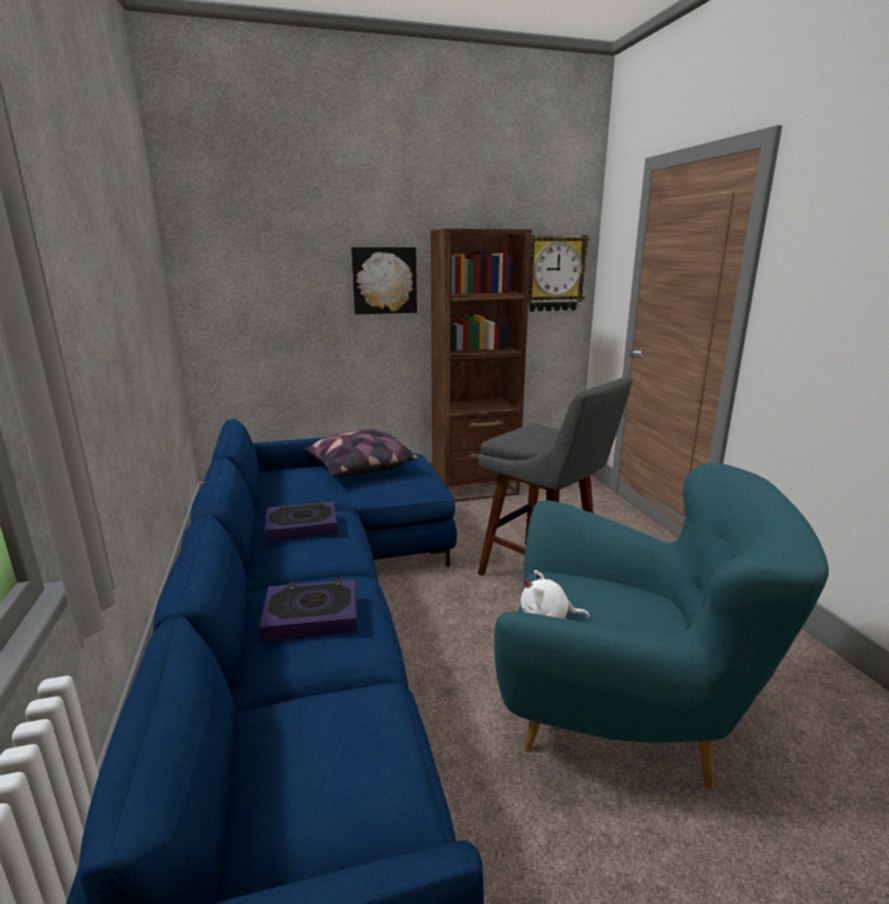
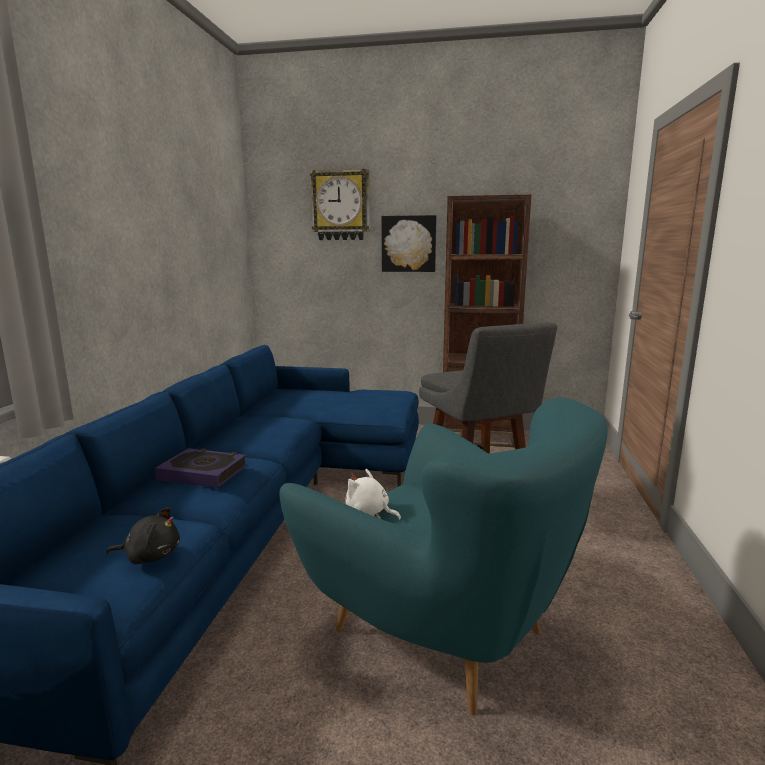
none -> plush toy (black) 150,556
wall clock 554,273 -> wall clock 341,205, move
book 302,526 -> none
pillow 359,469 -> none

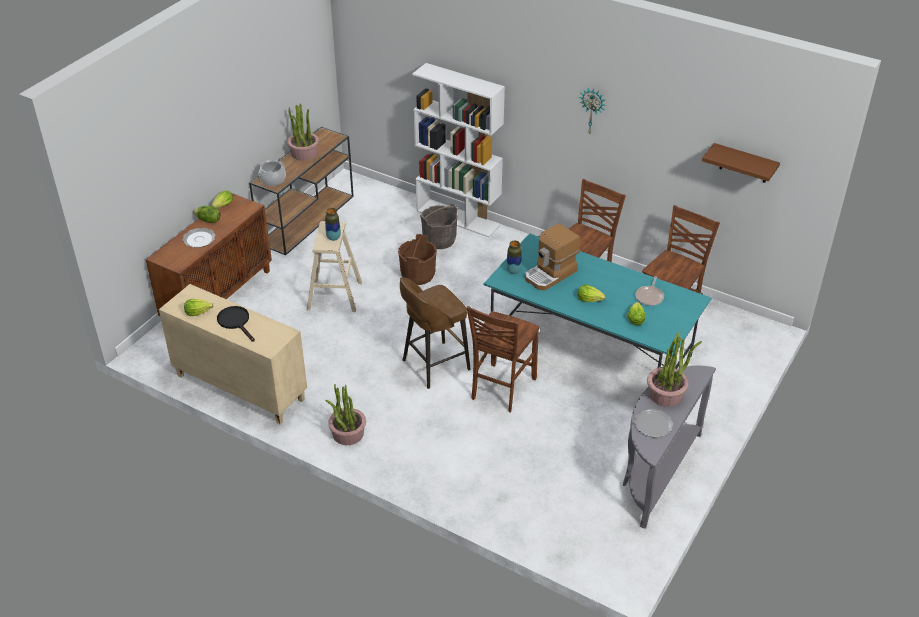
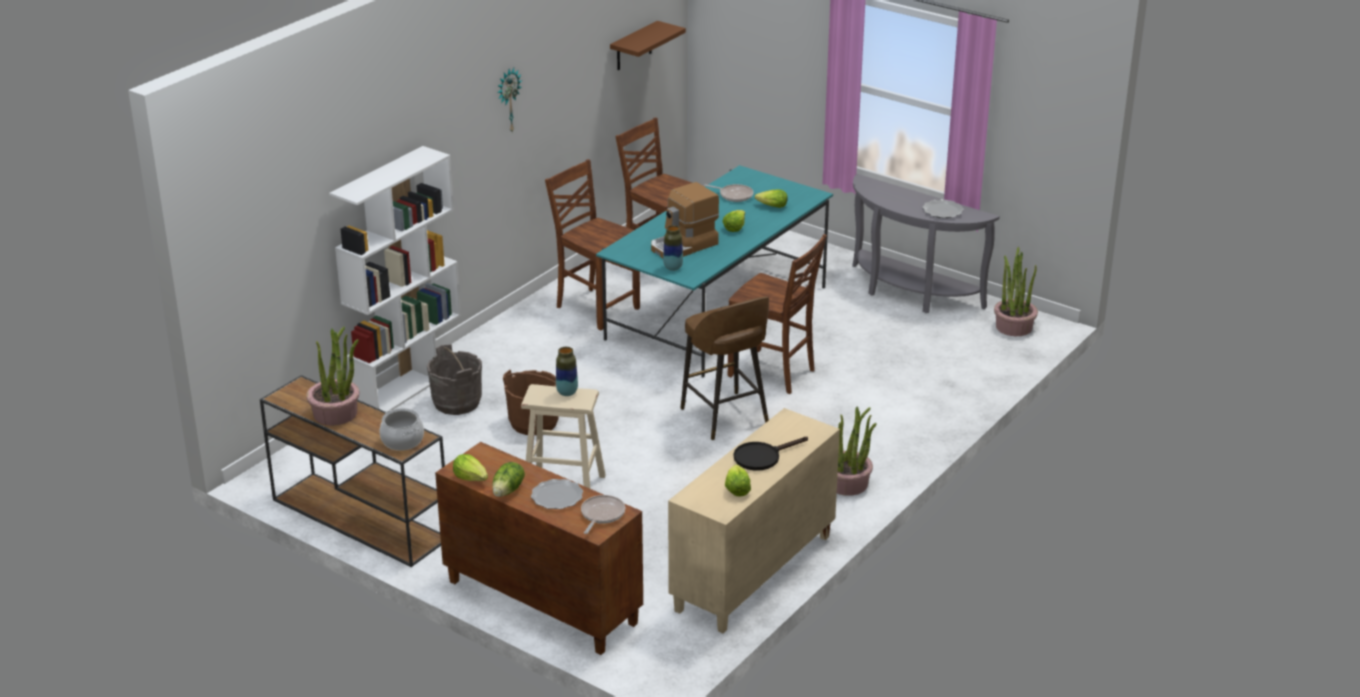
none -> frying pan 601,515
coffee machine 550,274 -> coffee machine 684,246, 90 degrees clockwise
potted plant 666,394 -> potted plant 1013,327, move

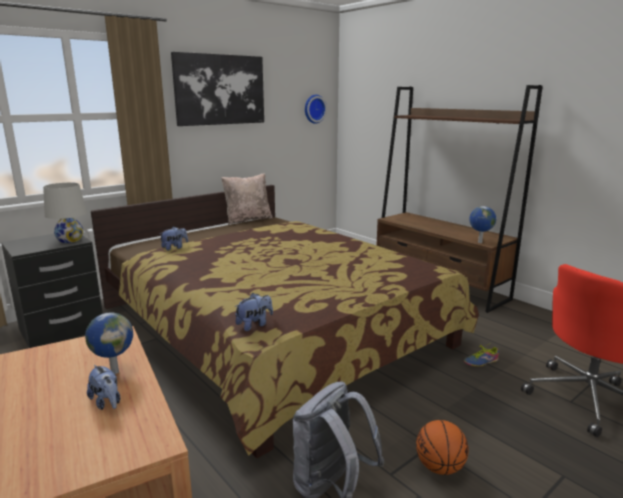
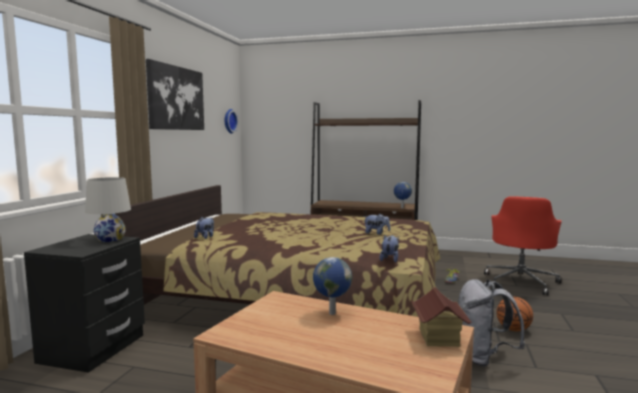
plush toy 107,402 -> plush toy 376,233, move
none -> toy house 438,337
pillow (beige) 247,219 -> none

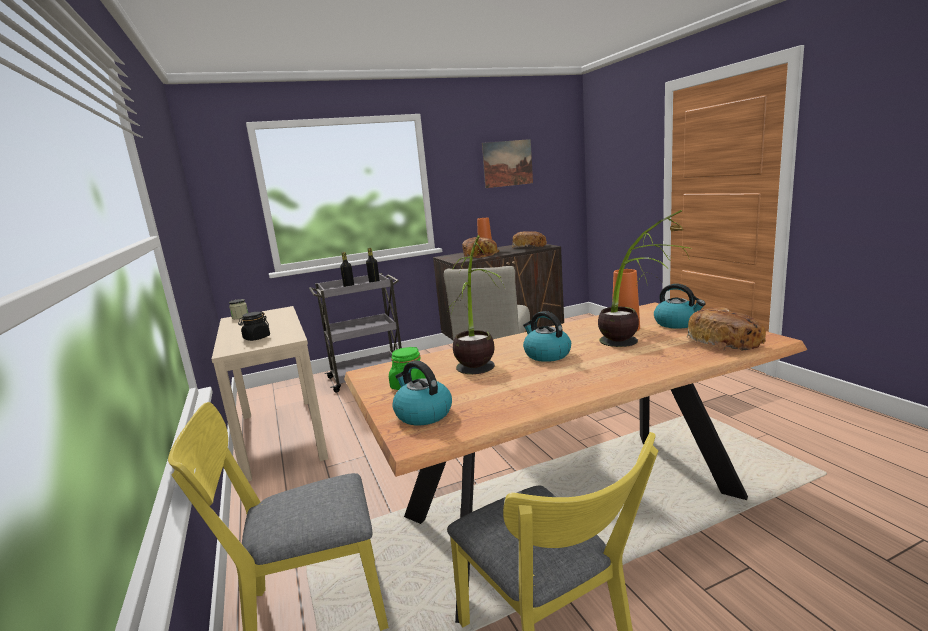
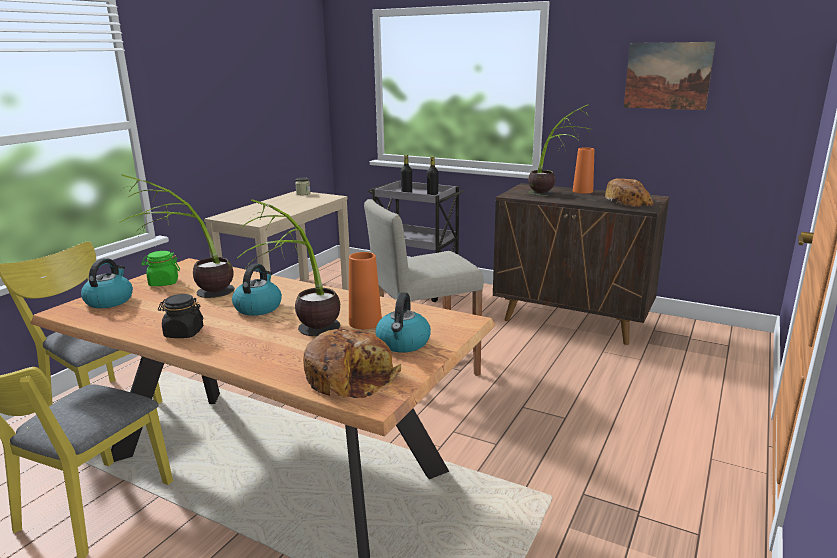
jar (black) 256,338 -> jar (black) 183,333, move
bread 481,255 -> potted plant 552,195

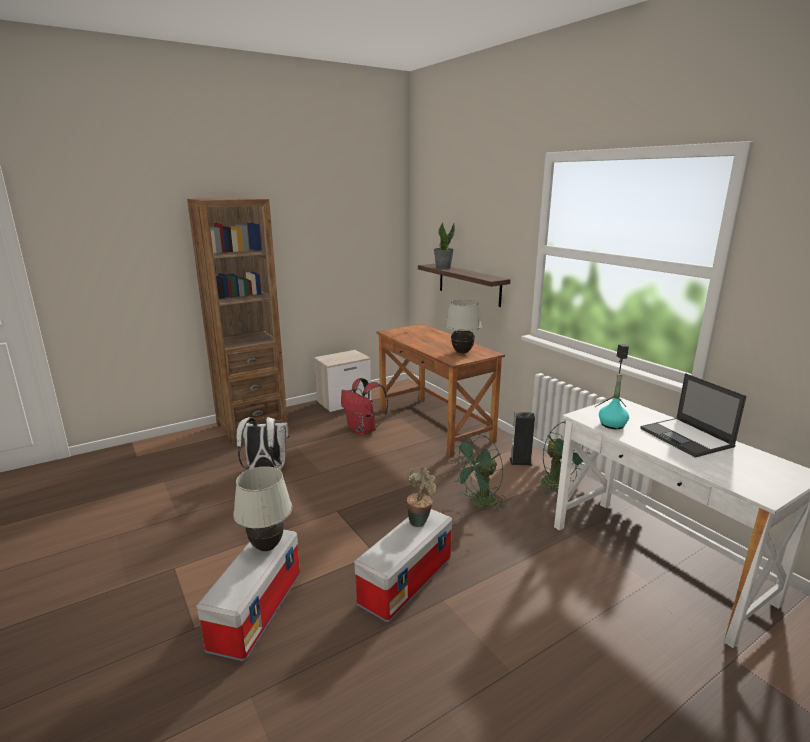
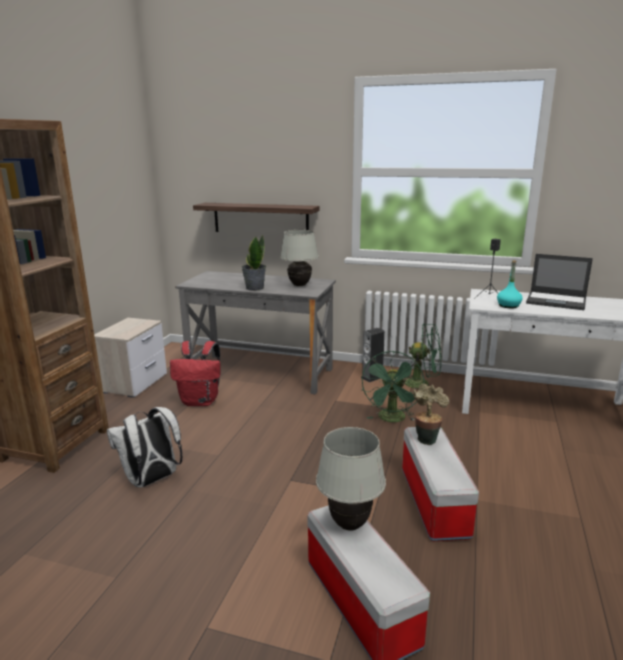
desk (brown) 434,425 -> desk (grey) 261,373
potted plant 443,268 -> potted plant 254,288, move

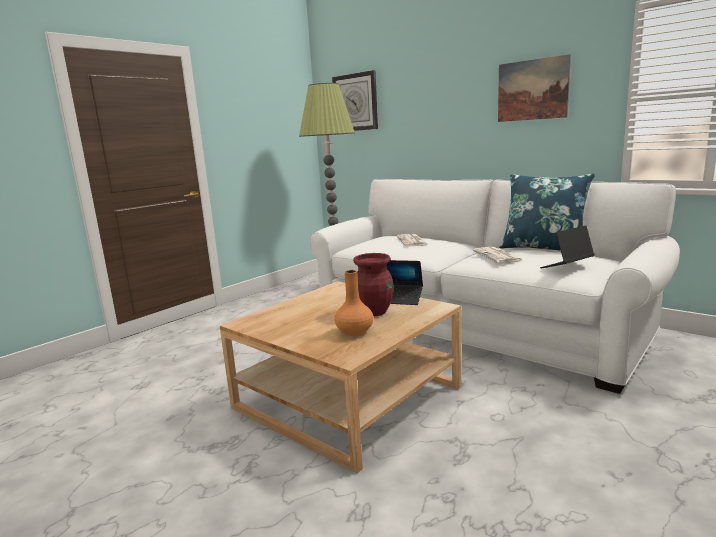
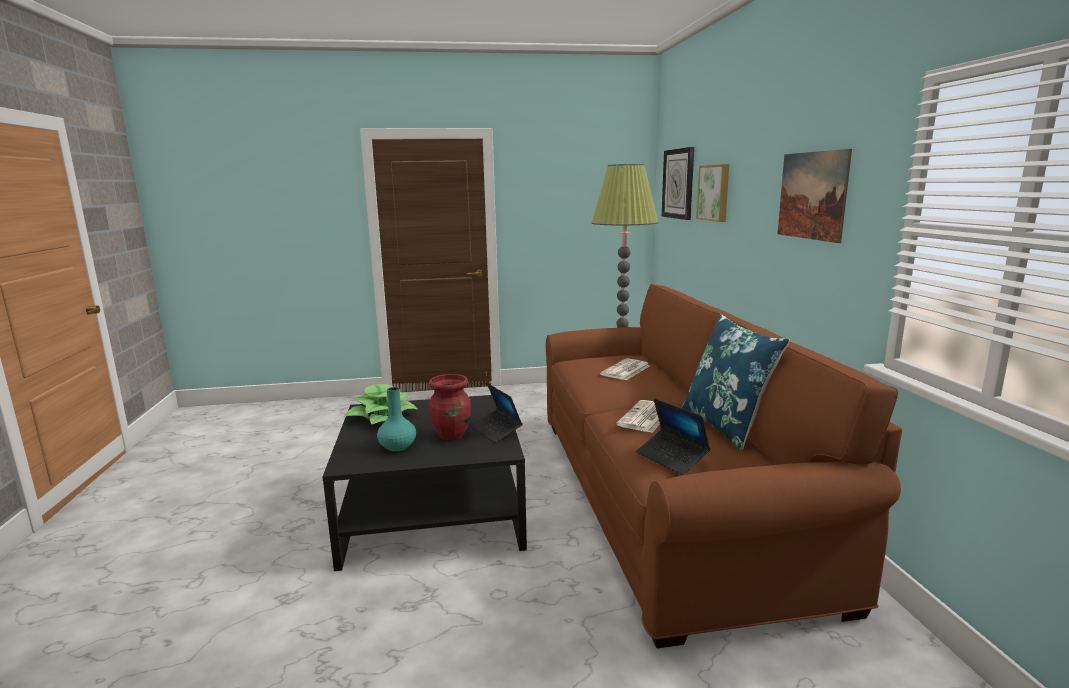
coffee table (beige) 348,397 -> coffee table (black) 433,510
none -> potted plant 382,416
vase (orange) 354,332 -> vase (turquoise) 397,447
sofa (white) 473,326 -> sofa (brown) 663,497
laptop 566,267 -> laptop 672,458, 135 degrees counterclockwise
none -> picture 715,192

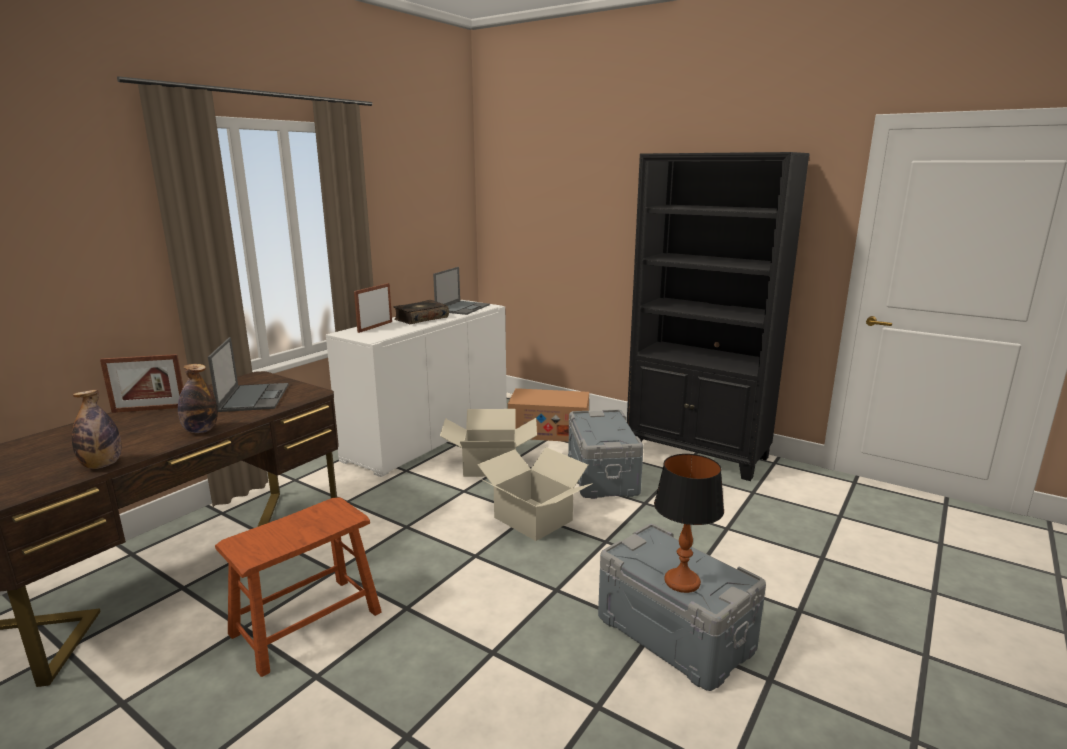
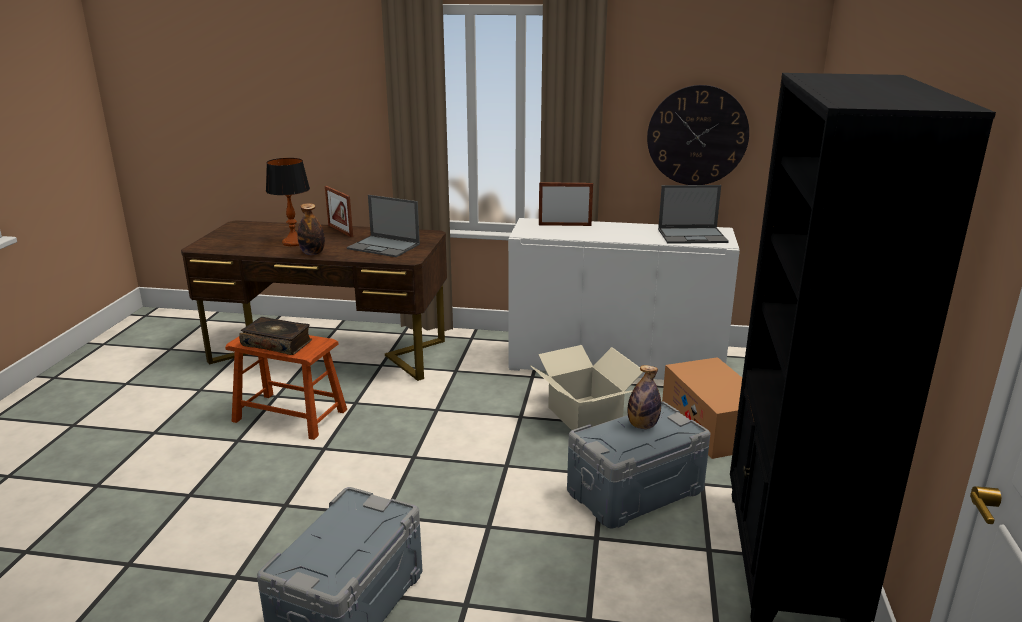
book 421,319 -> book 277,343, move
table lamp 682,582 -> table lamp 293,242, move
laptop 254,397 -> laptop 384,247, 60 degrees clockwise
bottle 102,465 -> bottle 642,425, move
none -> wall clock 697,135
cardboard box 533,518 -> none

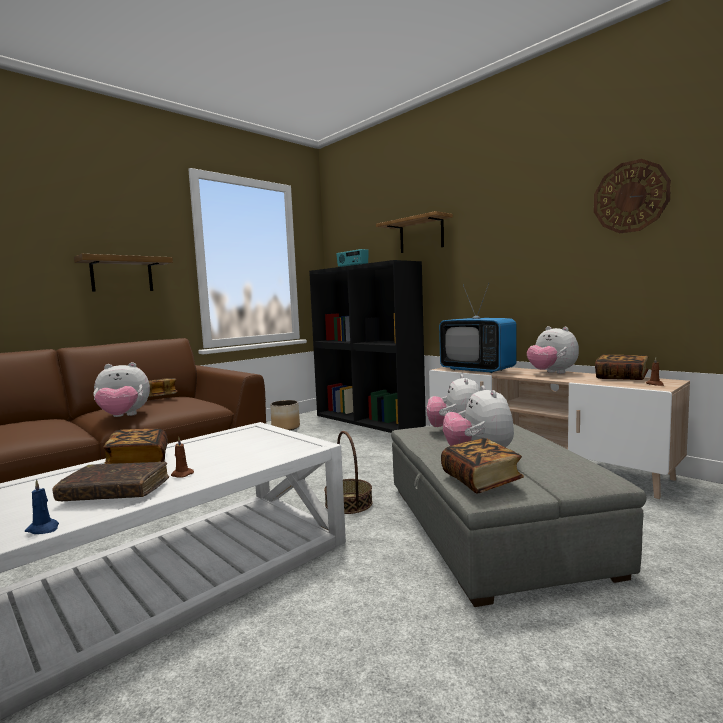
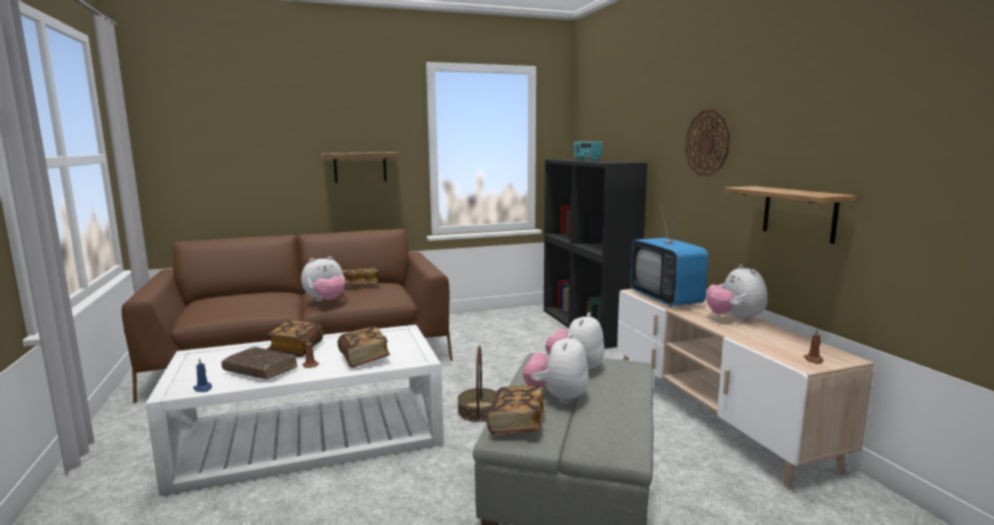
plush toy 123,417 -> plush toy 326,301, 45 degrees counterclockwise
book 621,377 -> book 364,358, move
wall clock 630,197 -> wall clock 707,143, move
shelf 421,235 -> shelf 799,213, move
planter 286,427 -> none

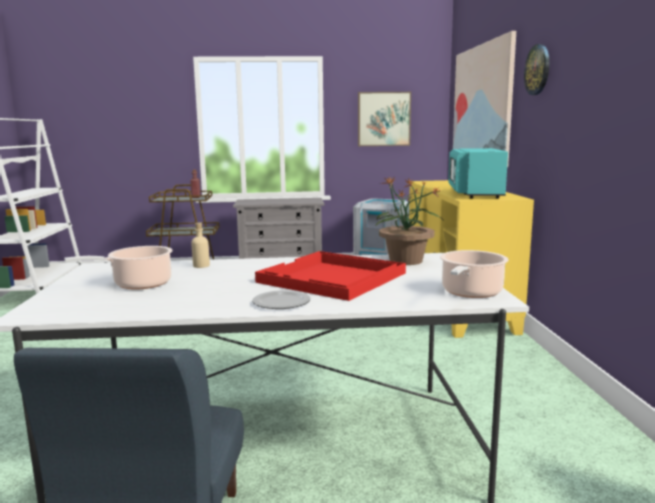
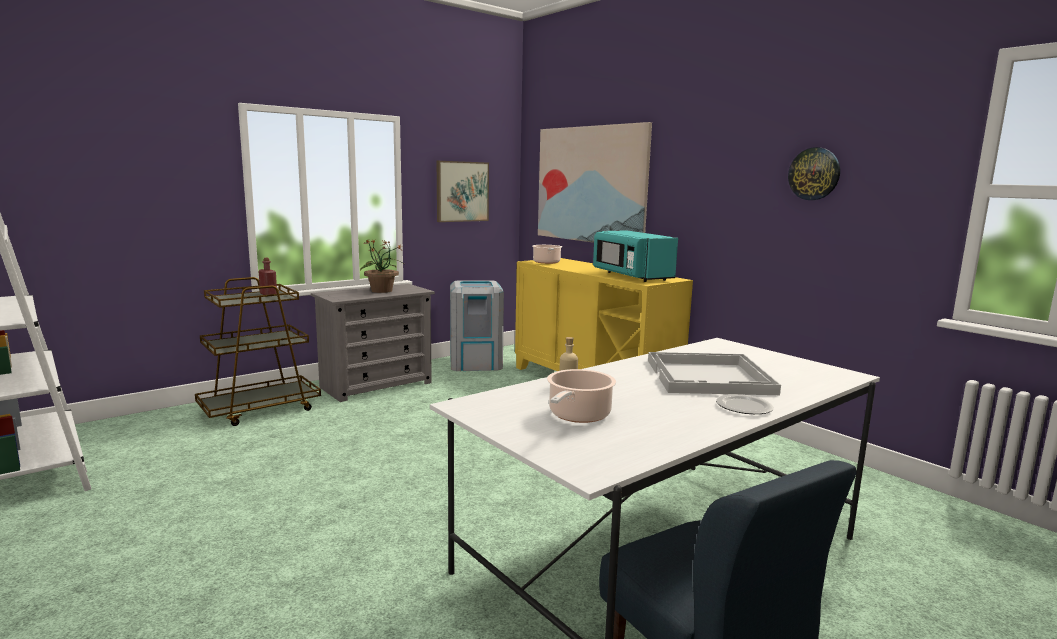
potted plant 406,261 -> potted plant 382,291, move
cooking pot 470,293 -> cooking pot 547,262, move
tray (red) 332,278 -> tray (white) 710,377
wall clock 537,69 -> wall clock 814,174, move

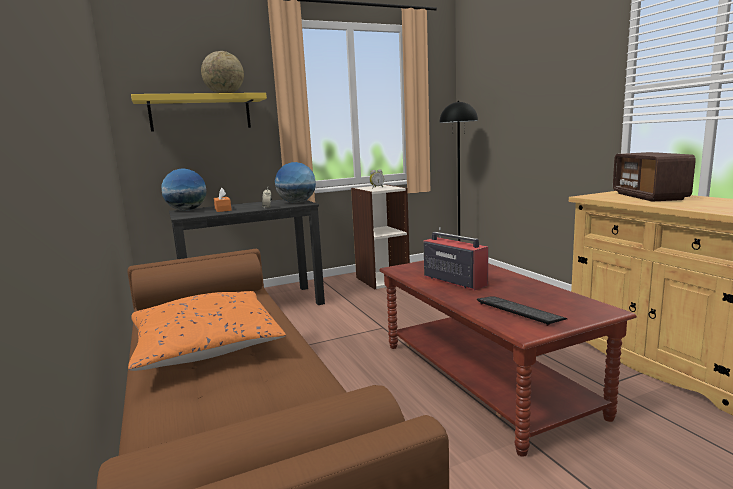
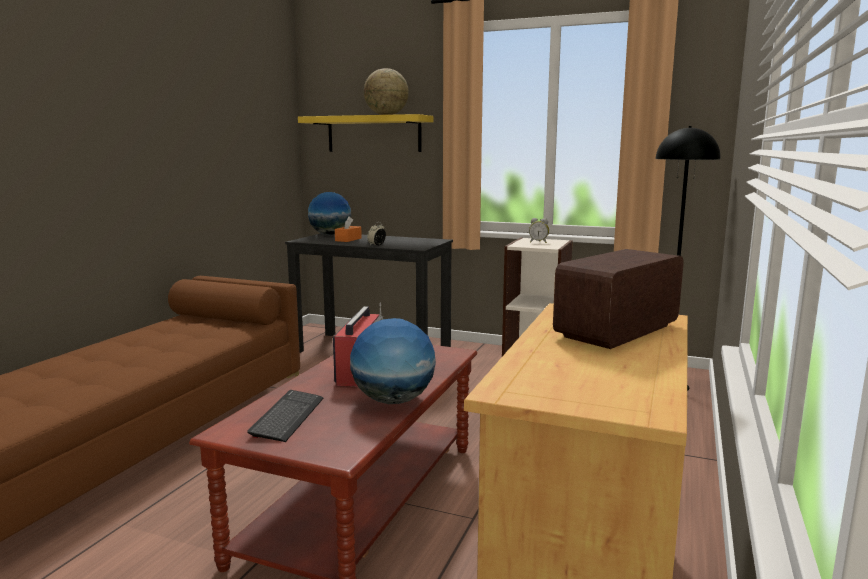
globe 297,203 -> globe 393,401, move
pillow (orange) 206,347 -> none

